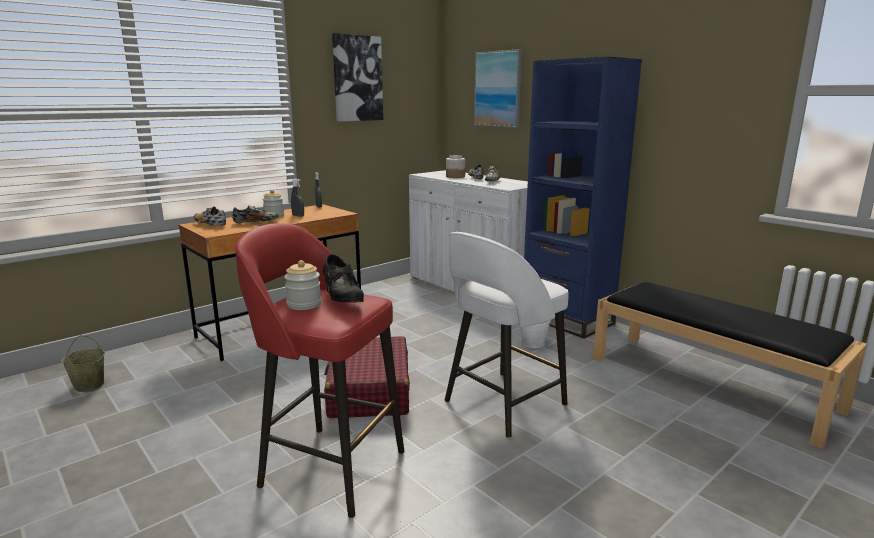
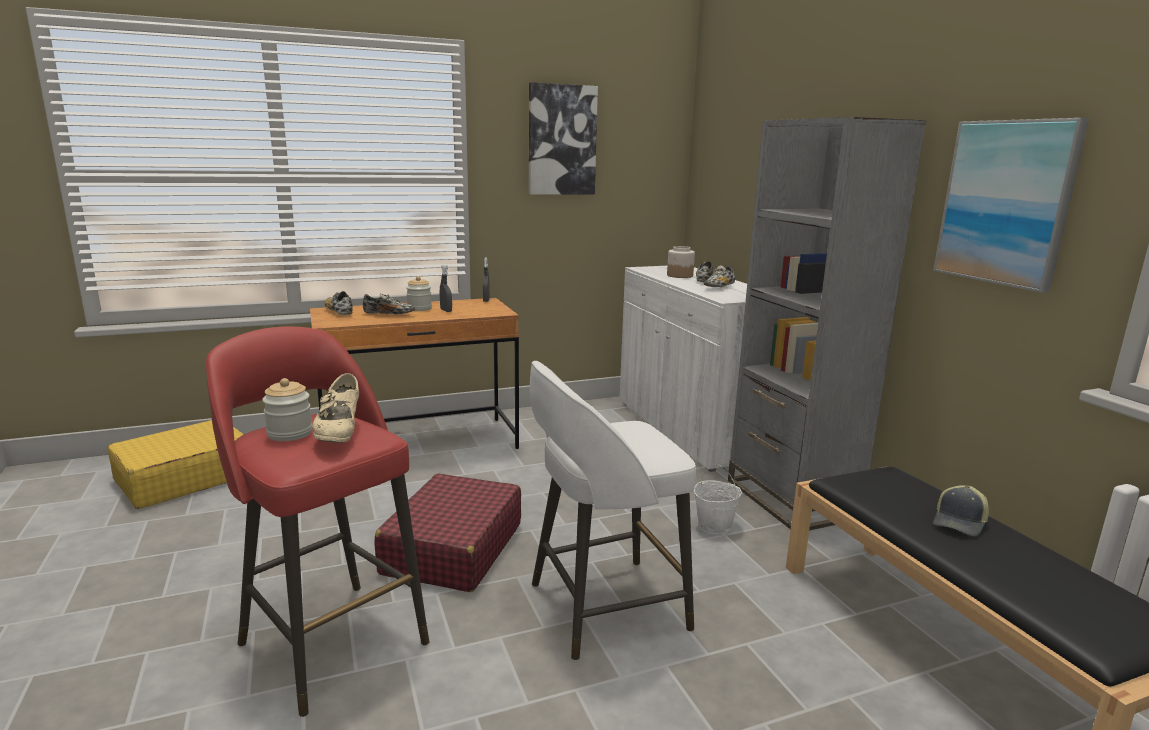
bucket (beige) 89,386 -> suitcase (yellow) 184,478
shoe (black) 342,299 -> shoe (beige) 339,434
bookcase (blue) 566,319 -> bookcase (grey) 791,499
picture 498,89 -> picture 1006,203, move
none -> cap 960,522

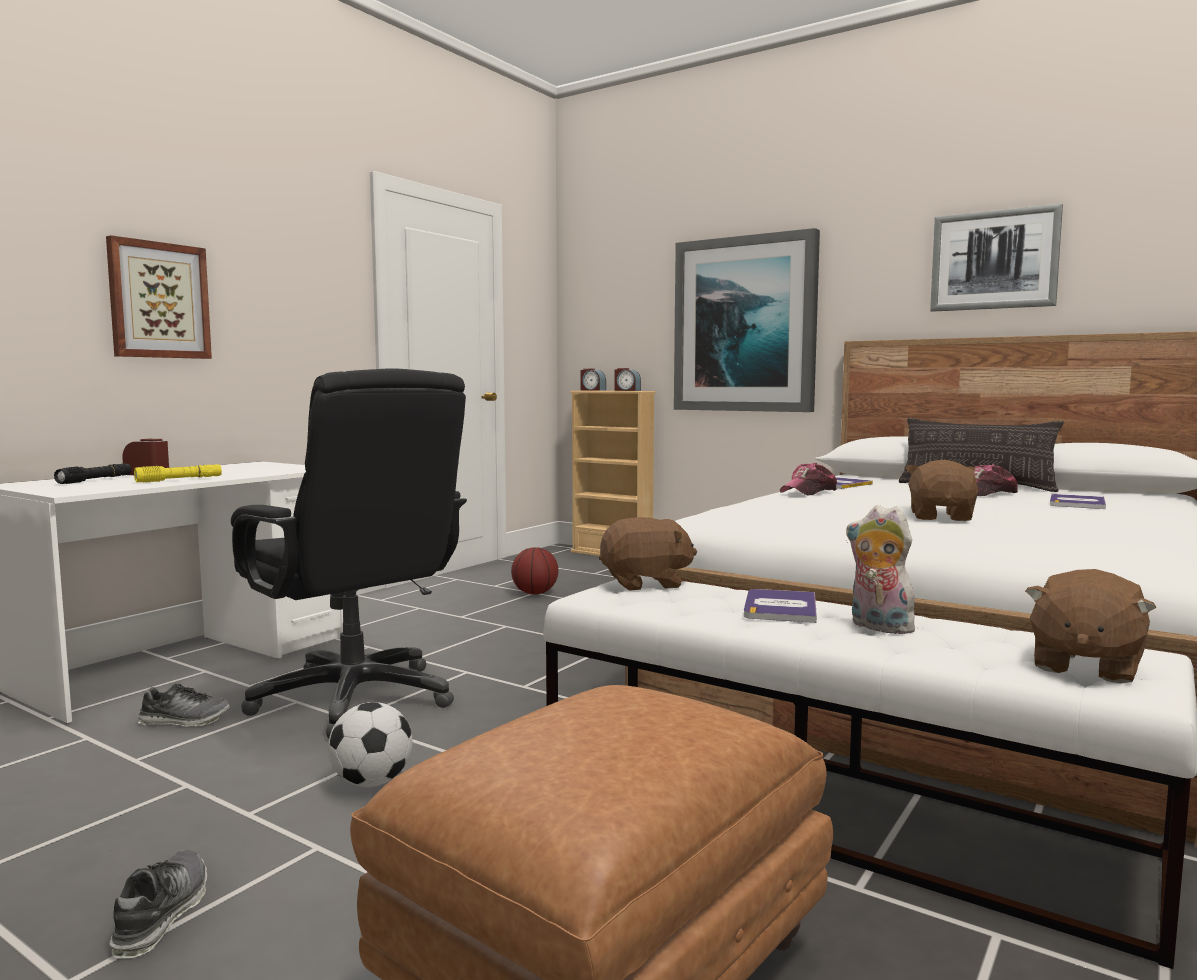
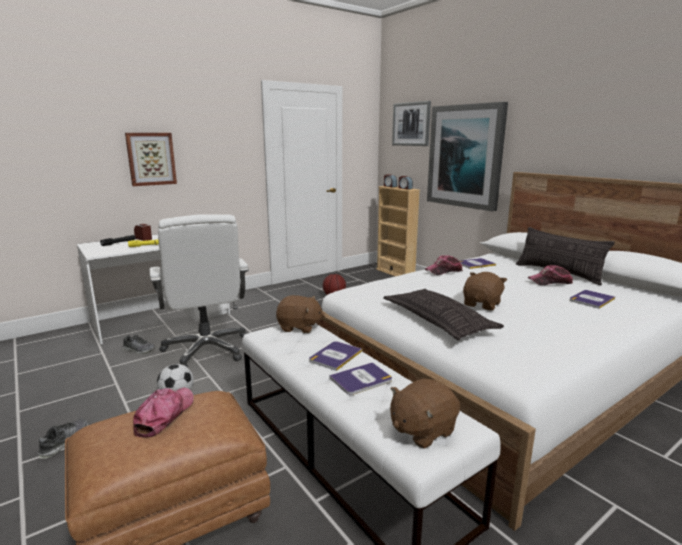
none -> cap 164,415
office chair (black) 355,699 -> office chair (white) 207,349
plush toy 877,627 -> book 361,379
none -> pillow 438,320
picture 994,260 -> picture 411,124, move

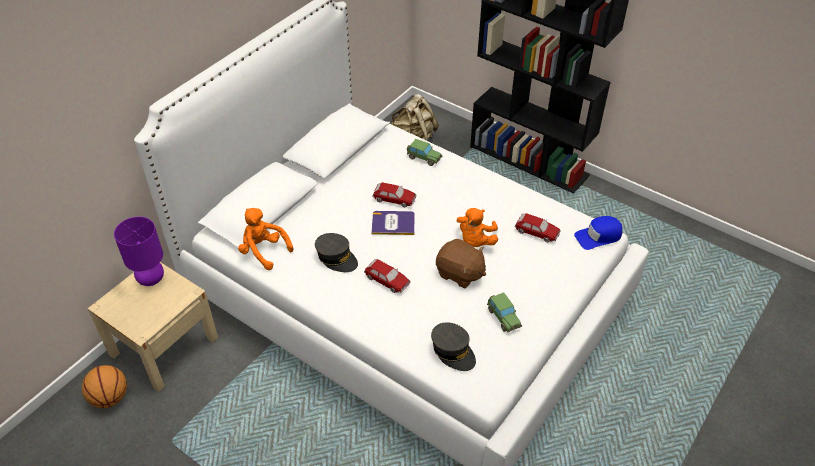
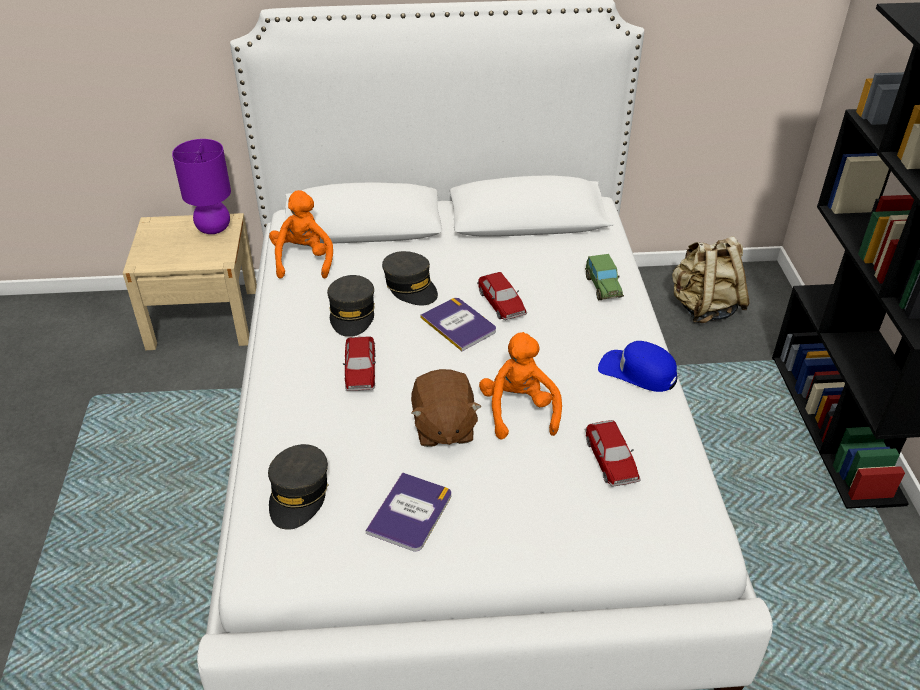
toy car 503,317 -> book 410,513
none -> cap (grey) 410,286
plush toy (orange) 475,241 -> plush toy (orange) 519,410, 105 degrees clockwise
cap (blue) 598,236 -> cap (blue) 637,372, move
basketball 110,398 -> none

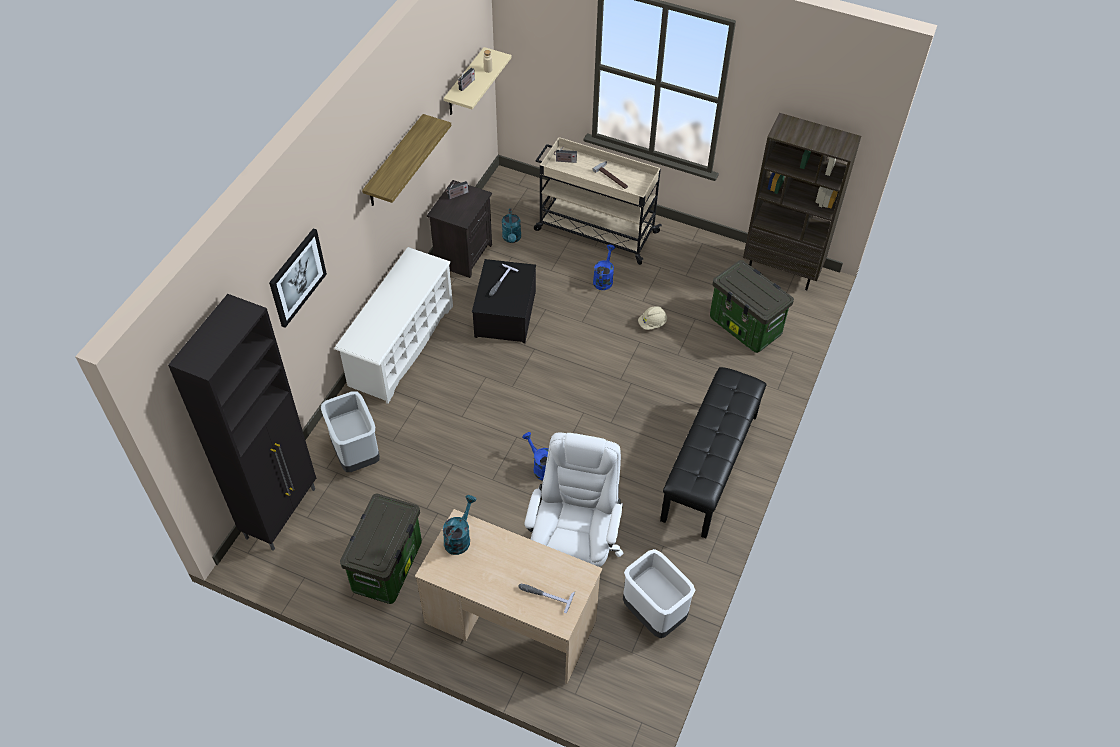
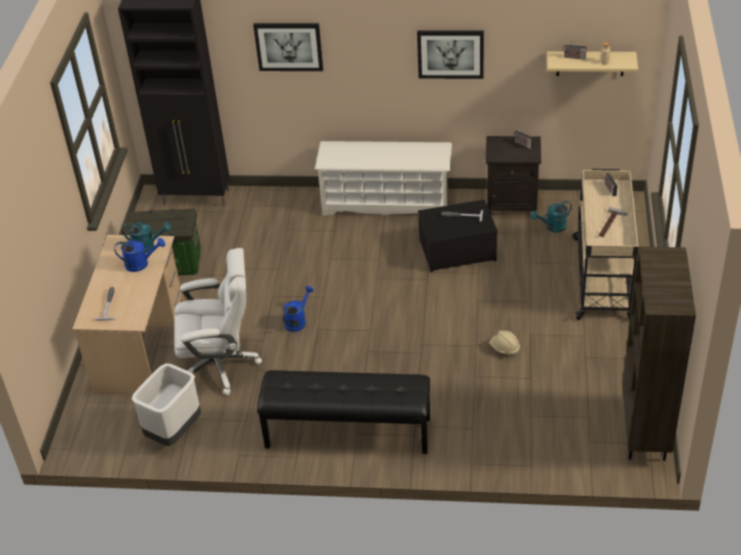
watering can (blue) 603,279 -> watering can (blue) 141,264, move
shelf 394,162 -> picture 450,53
trash can (grey) 355,454 -> none
storage box 746,327 -> none

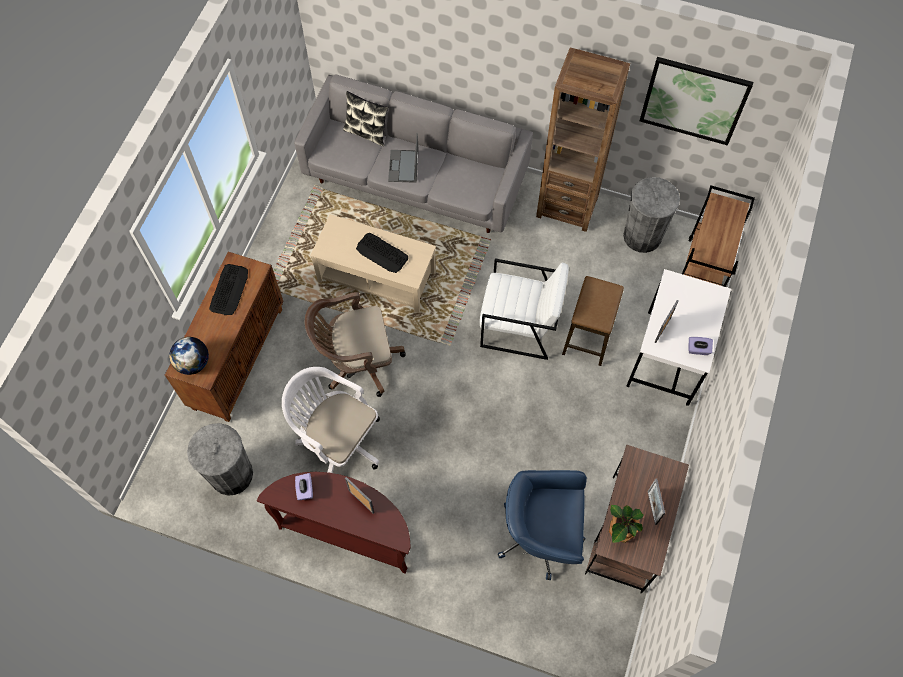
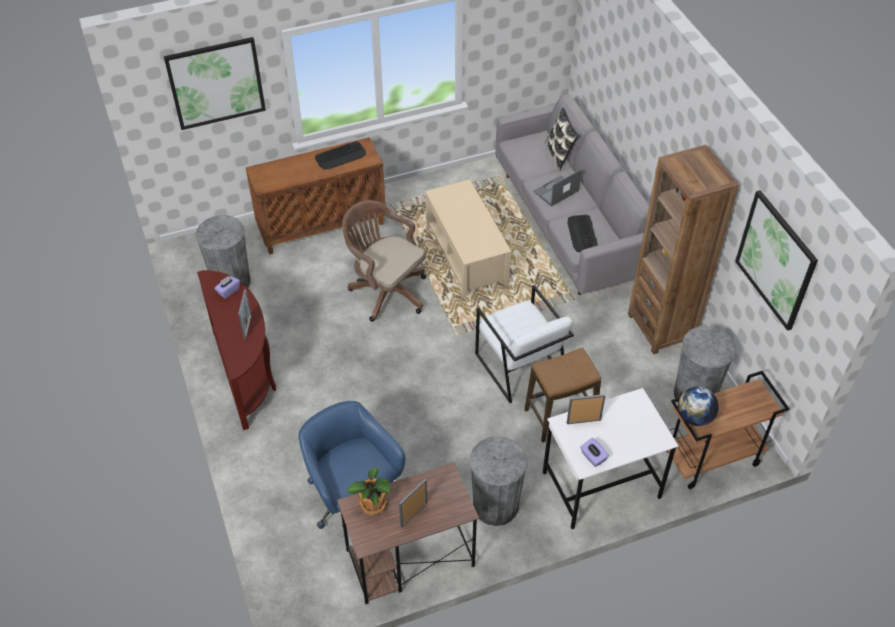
none -> picture 216,83
none -> trash can (grey) 495,505
keyboard 382,253 -> keyboard 582,234, move
globe 193,363 -> globe 694,417, move
office chair (white) 337,440 -> none

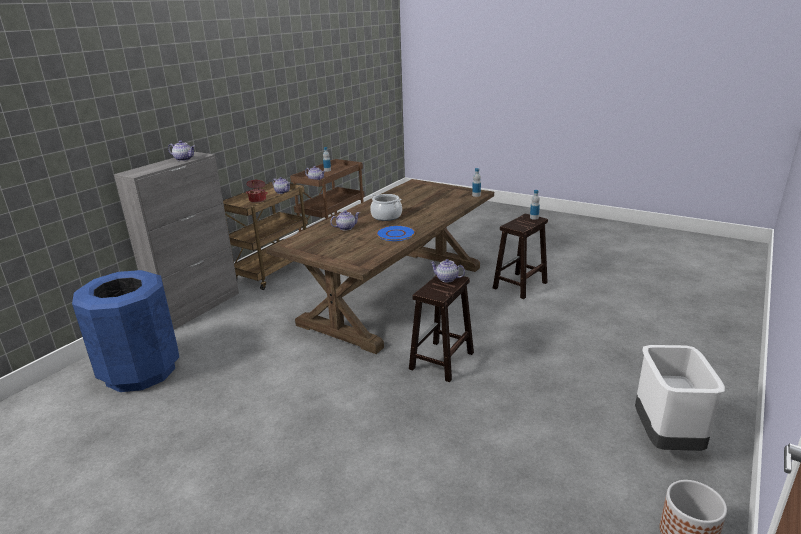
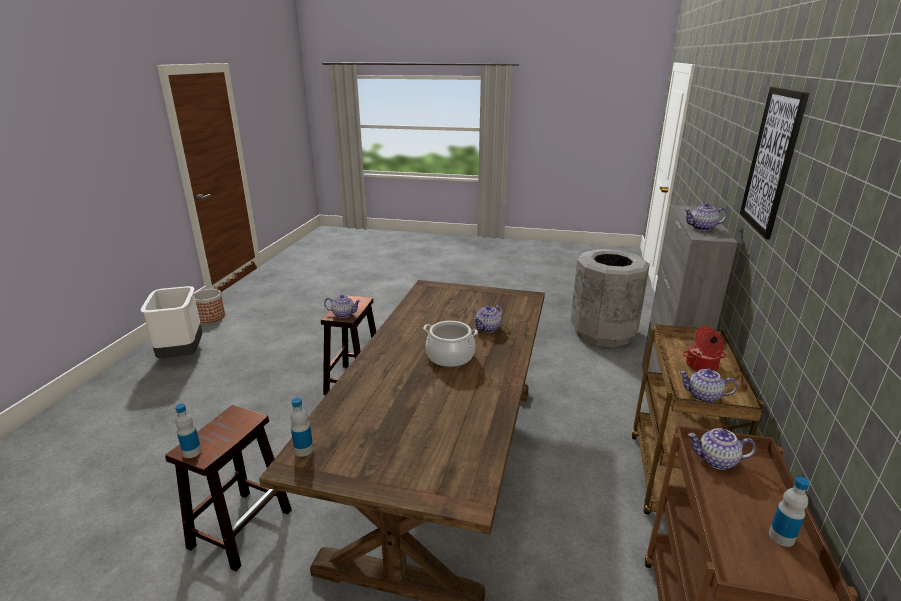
trash can (blue) 140,371 -> trash can (grey) 603,333
none -> picture 771,161
plate (blue) 395,234 -> none

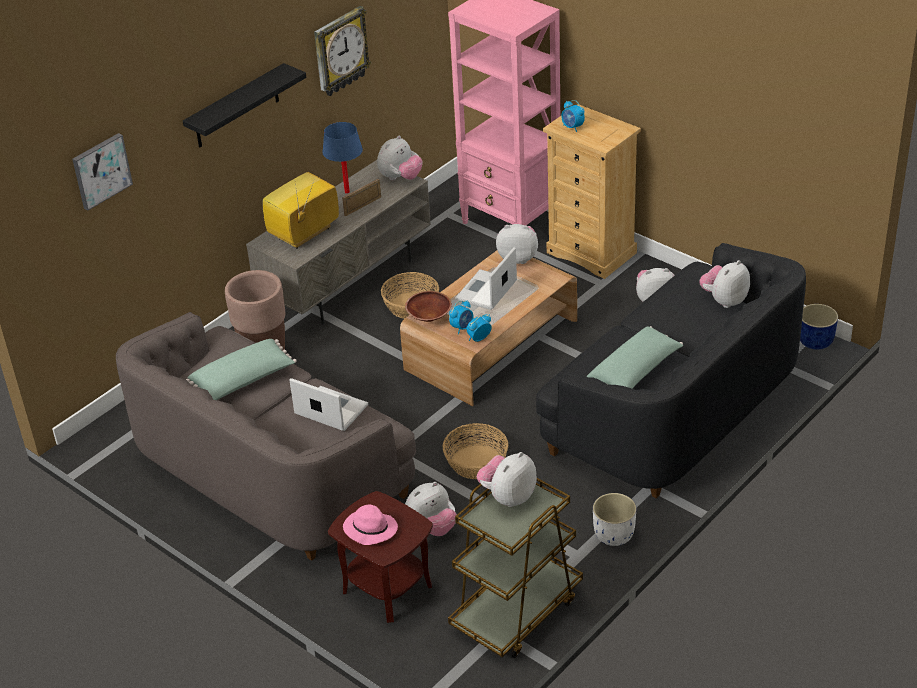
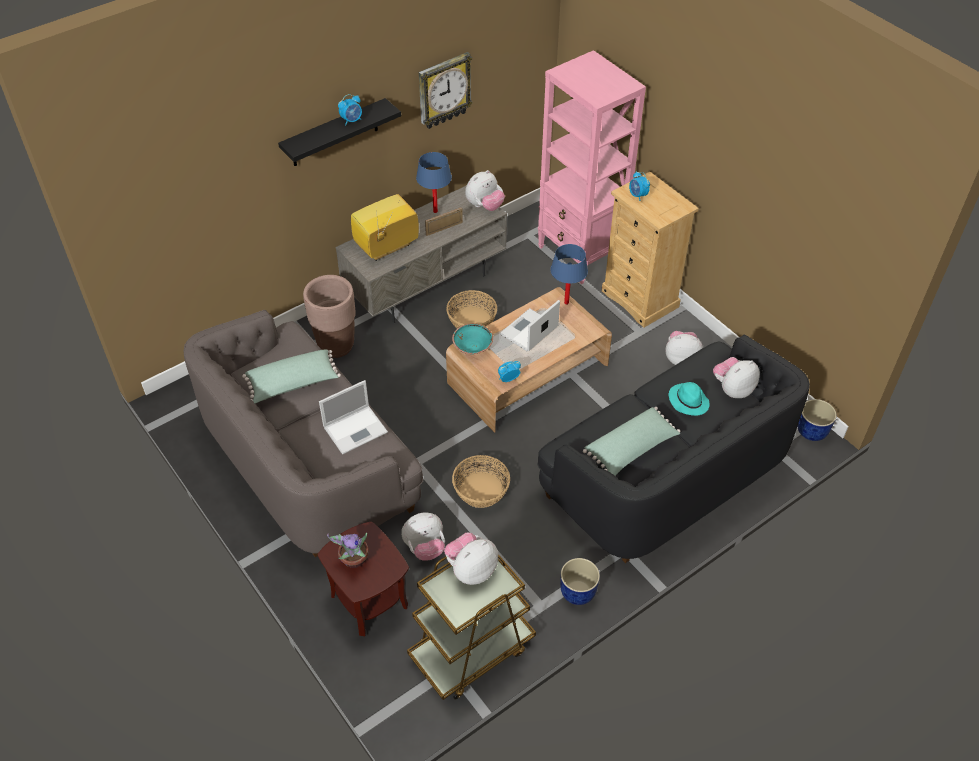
laptop 330,409 -> laptop 356,429, 105 degrees clockwise
hat (pink) 369,529 -> potted plant 353,560
alarm clock 462,327 -> alarm clock 352,120, move
bowl (brown) 429,316 -> bowl (turquoise) 472,346
plush toy 518,258 -> table lamp (blue) 566,303
planter (white) 614,535 -> planter (blue) 577,592
none -> hat (turquoise) 688,401
picture 101,170 -> none

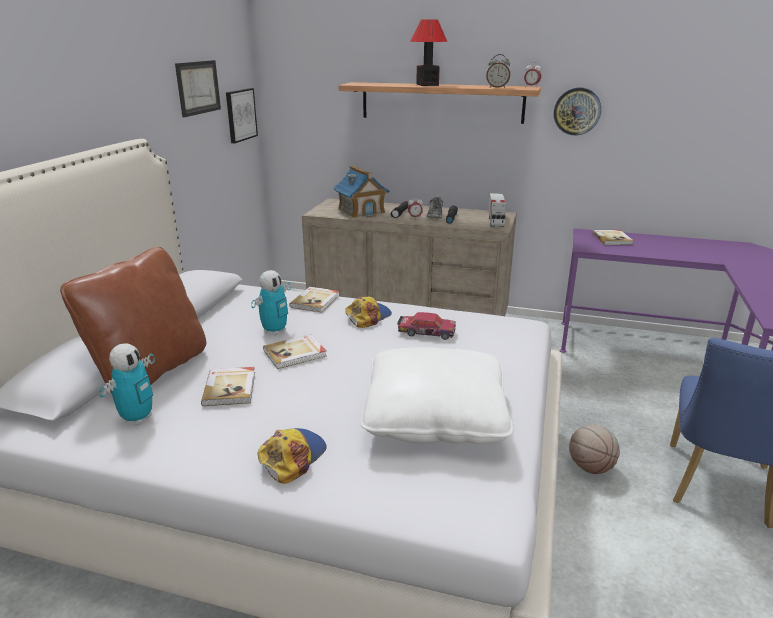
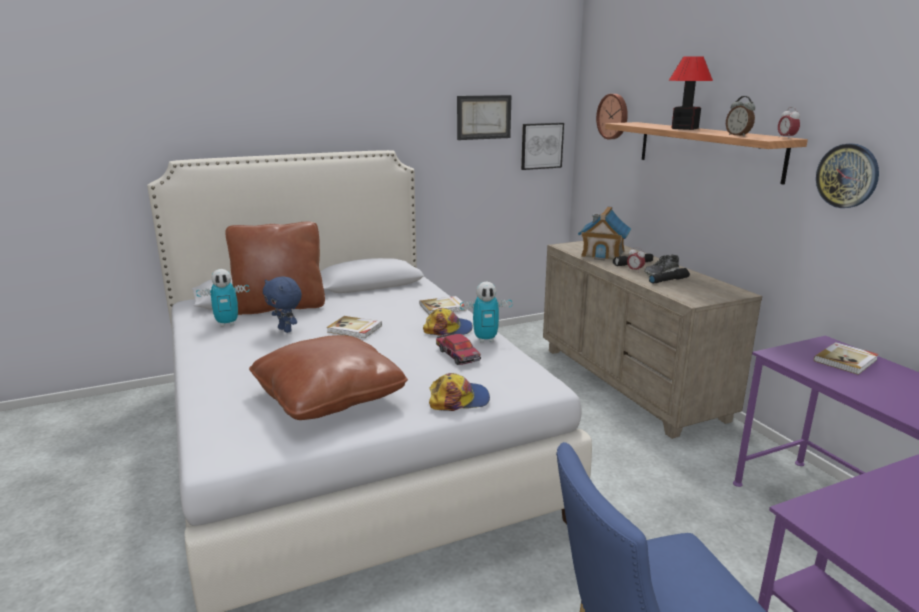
pillow (white) 435,416 -> pillow (brown) 329,397
book 230,388 -> plush toy (blue) 286,330
cap 292,457 -> cap 459,399, move
toy robot 275,331 -> toy robot 485,339, move
none -> wall clock 613,116
toy truck 496,220 -> none
basketball 590,467 -> none

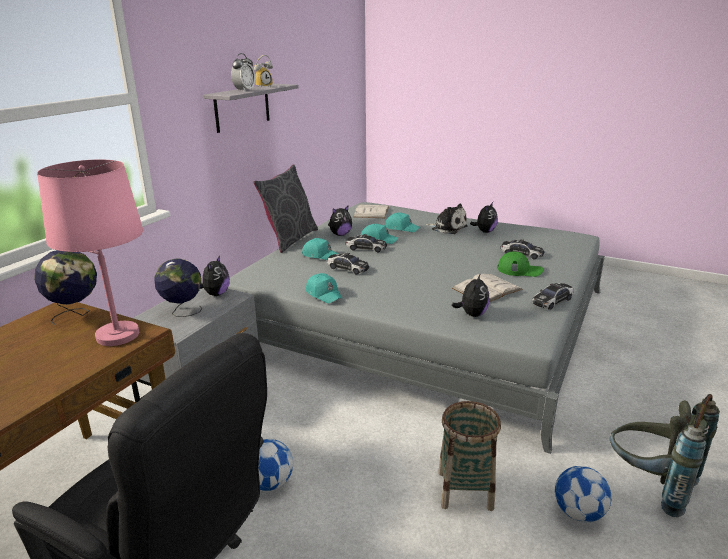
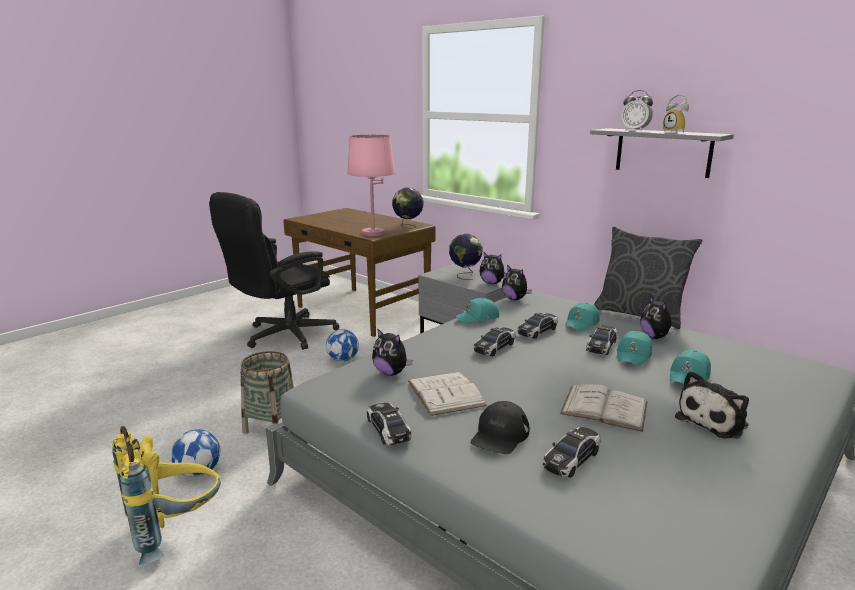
backpack (grey) 649,485 -> backpack (yellow) 176,531
cap (green) 520,270 -> cap (black) 500,435
none -> toy car 494,347
plush toy 485,231 -> plush toy 515,299, move
book (white) 371,212 -> book (white) 604,408, move

